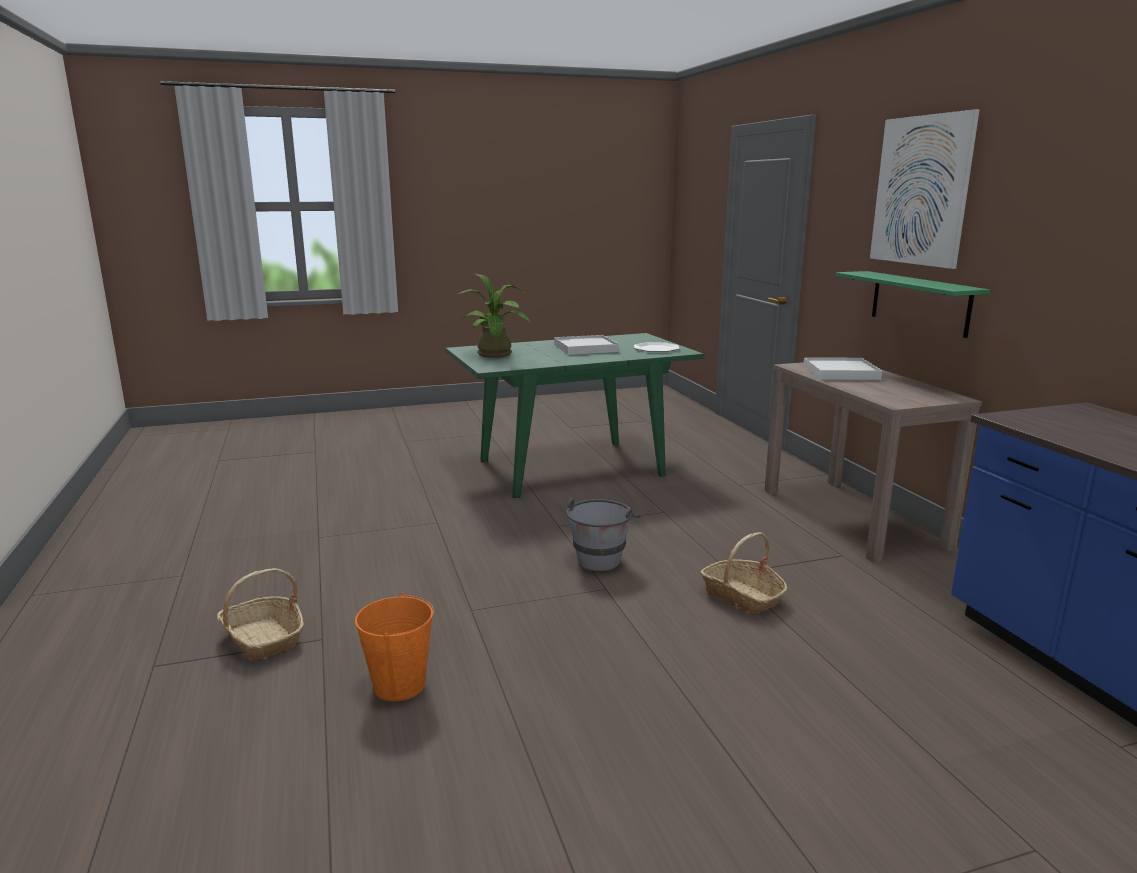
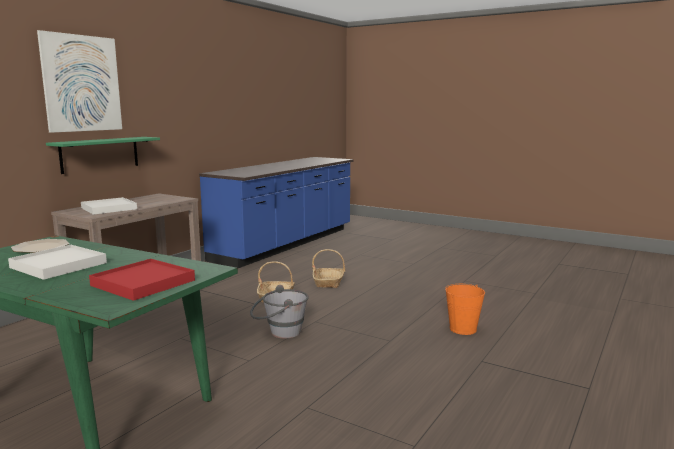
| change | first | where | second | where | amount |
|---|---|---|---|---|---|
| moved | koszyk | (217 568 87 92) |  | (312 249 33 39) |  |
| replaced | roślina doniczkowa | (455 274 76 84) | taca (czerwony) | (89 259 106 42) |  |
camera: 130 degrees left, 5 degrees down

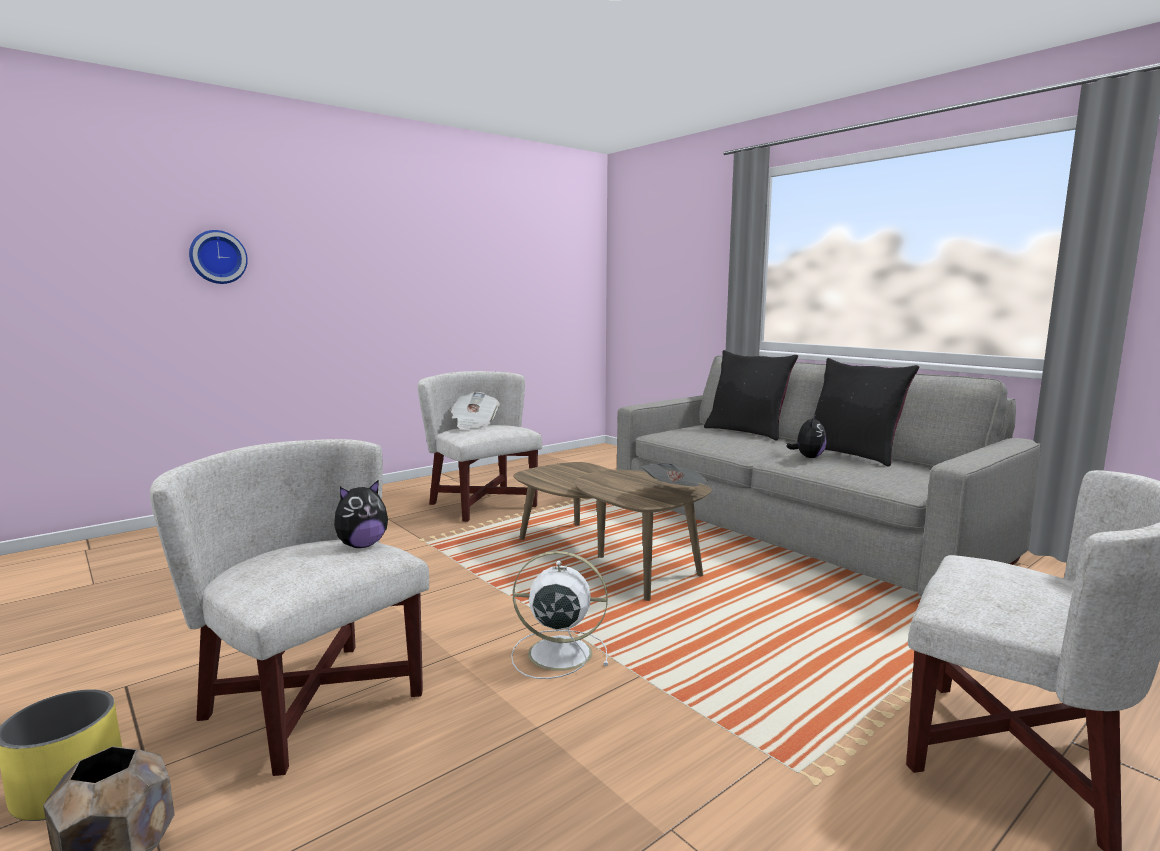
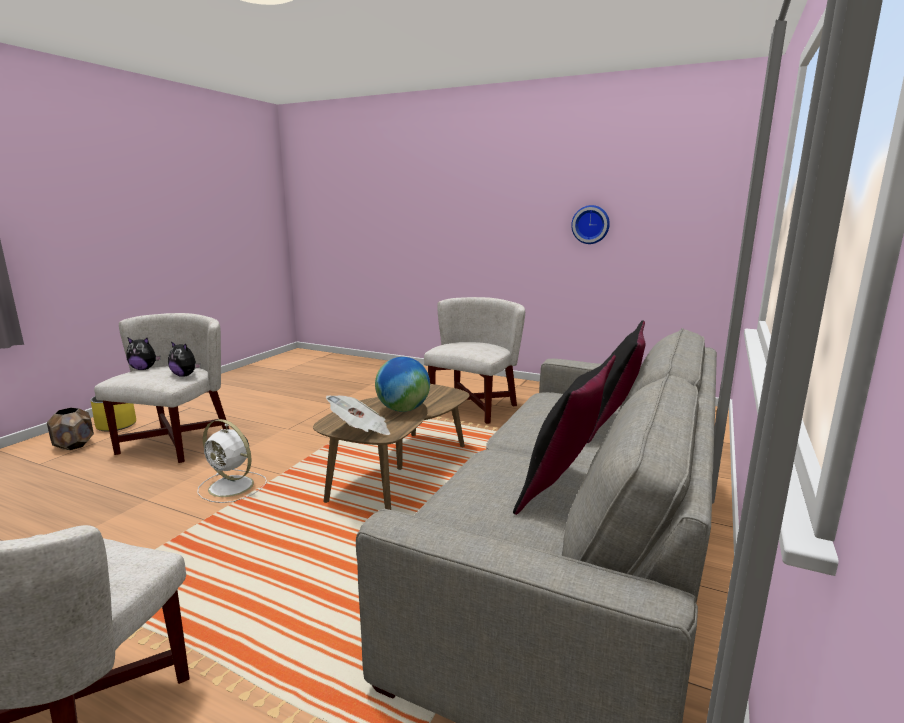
| change | first | where | second | where | amount |
|---|---|---|---|---|---|
| removed | gazeta | (451 392 49 37) |  |  |  |
| added |  |  | globus | (375 357 55 55) |  |
| moved | zegar ścienny | (189 230 59 54) |  | (571 205 39 39) |  |
| moved | pluszak | (786 415 41 43) |  | (126 337 35 33) |  |
| turned | wentylator (biały) | (511 551 97 128) |  | (197 419 70 84) | 135 degrees clockwise |
camera: 65 degrees right, 5 degrees up

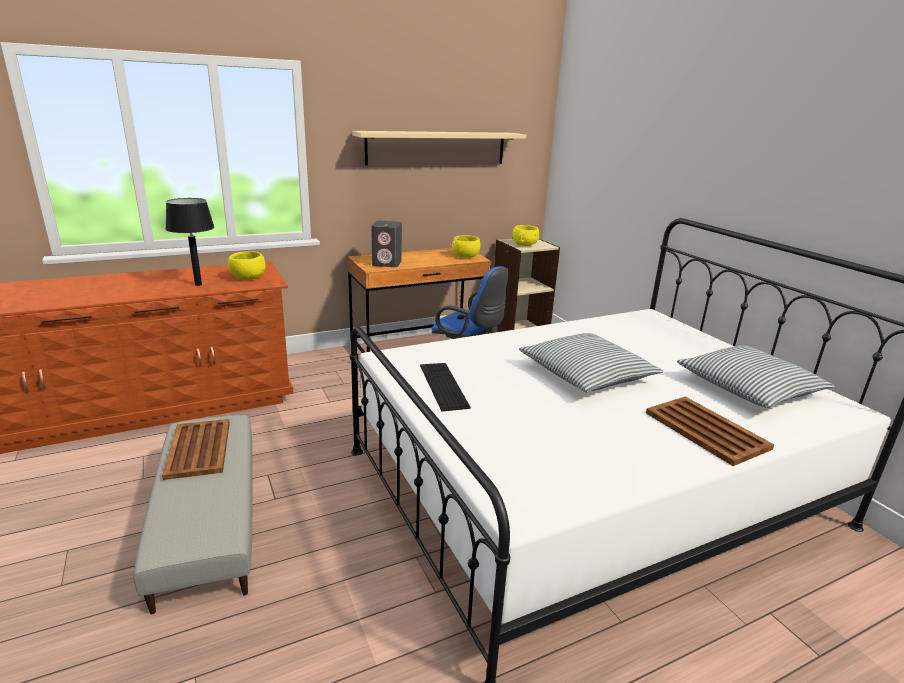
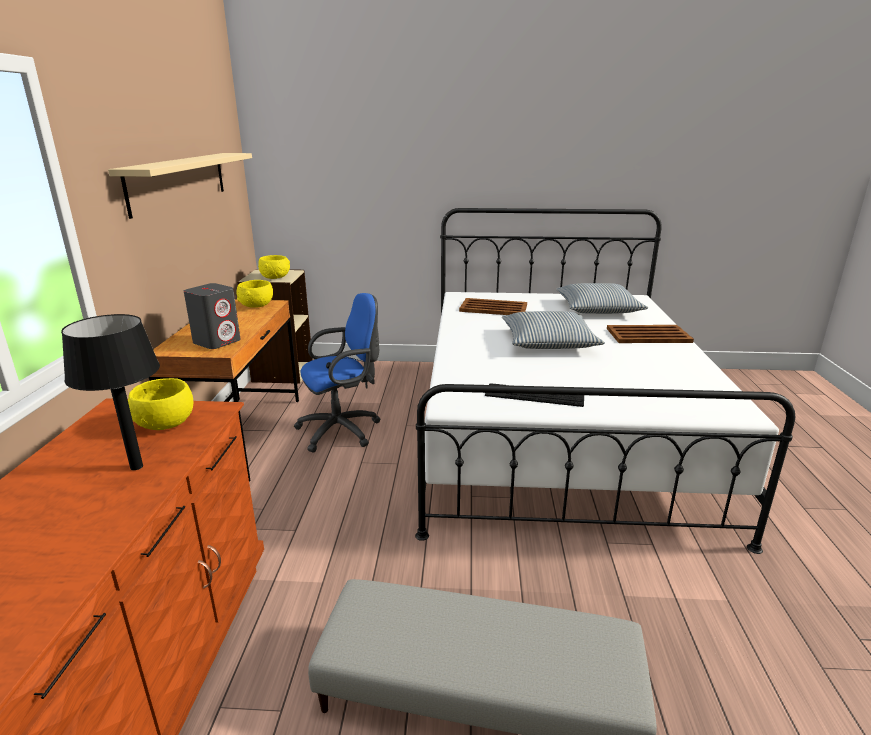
| change | first | where | second | where | amount |
|---|---|---|---|---|---|
| moved | taca (brązowy) | (162 419 68 61) |  | (459 298 68 17) |  |
camera: 60 degrees left, 0 degrees up

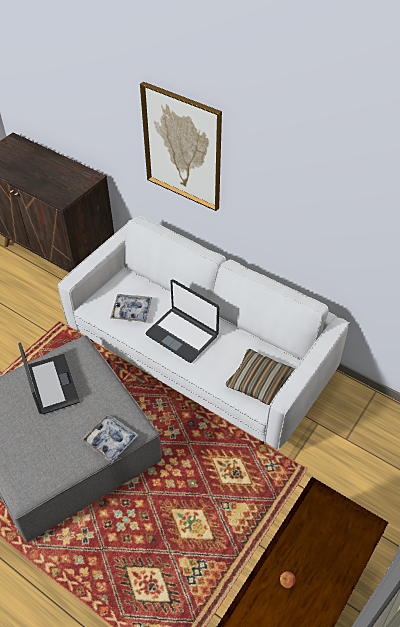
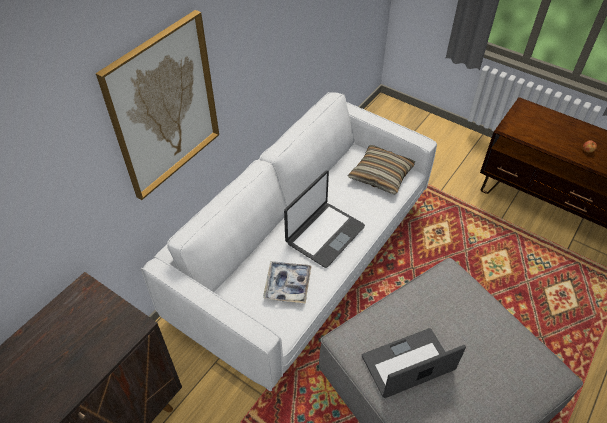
| change | first | where | second | where | amount |
|---|---|---|---|---|---|
| removed | taca | (81 414 57 49) |  |  |  |
camera: 90 degrees left, 0 degrees up

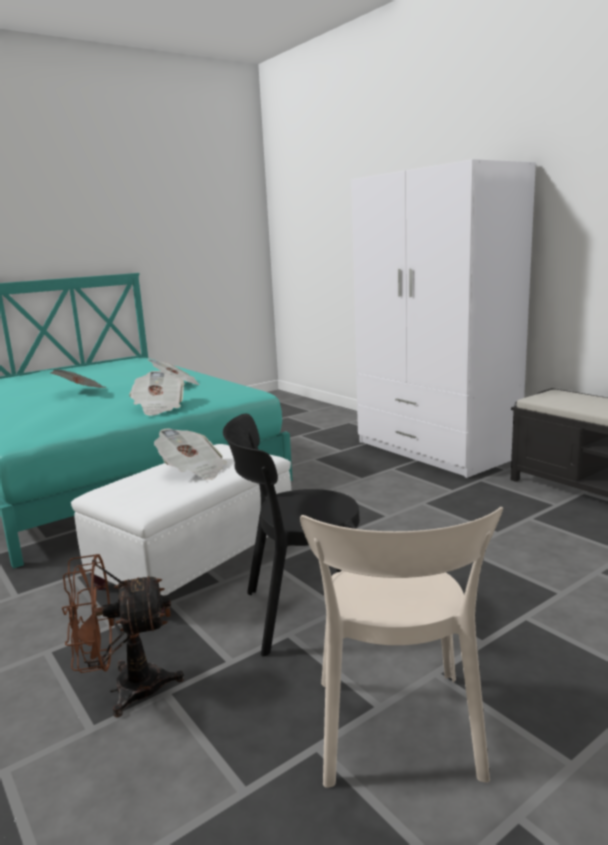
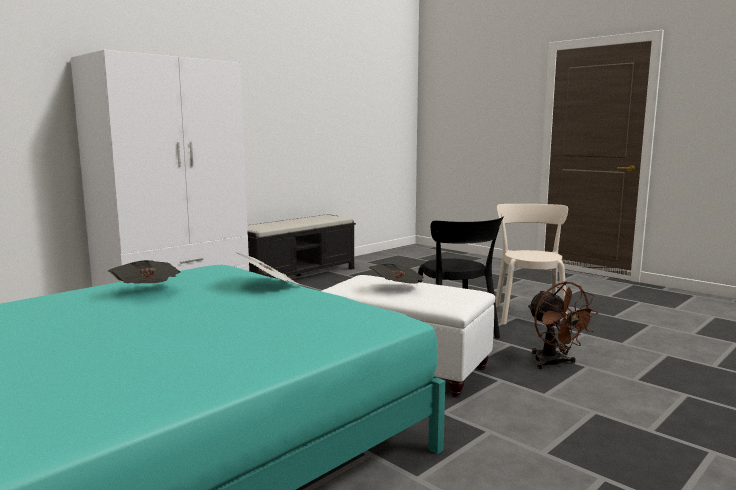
| change | first | where | second | where | amount |
|---|---|---|---|---|---|
| removed | gazeta | (50 370 56 18) |  |  |  |
| turned | krzesło (beżowy) | (300 507 203 281) |  | (495 204 73 121) | 75 degrees counterclockwise |
camera: 100 degrees left, 5 degrees down

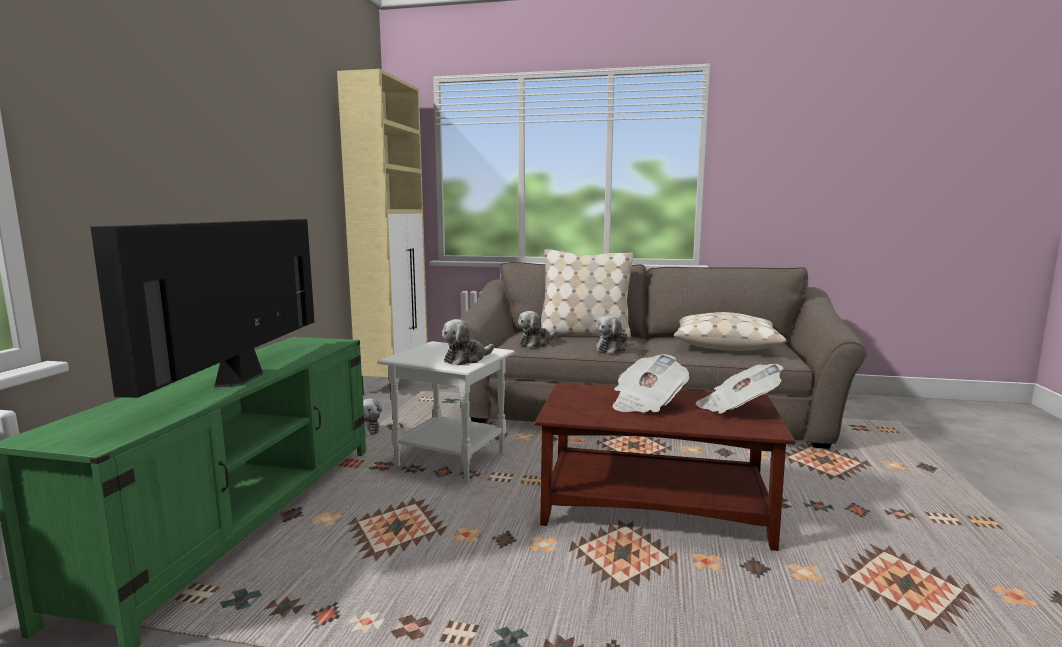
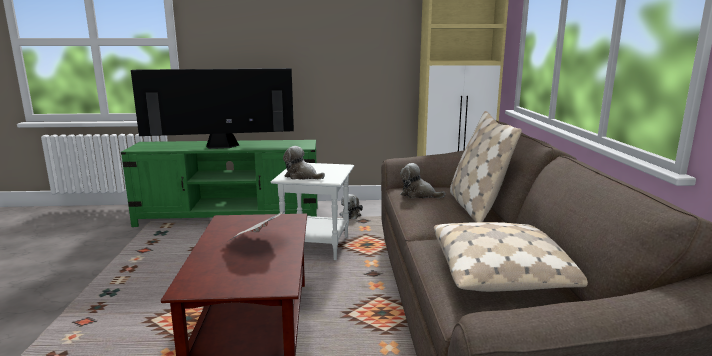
| change | first | where | second | where | amount |
|---|---|---|---|---|---|
| removed | pluszak | (596 315 32 38) |  |  |  |
| removed | gazeta | (696 364 88 50) |  |  |  |
camera: 75 degrees right, 5 degrees up

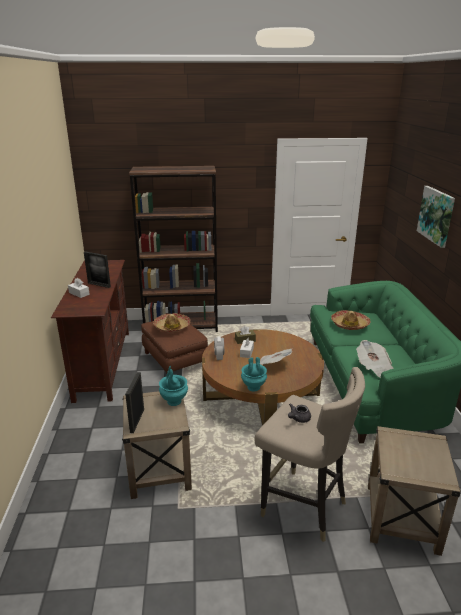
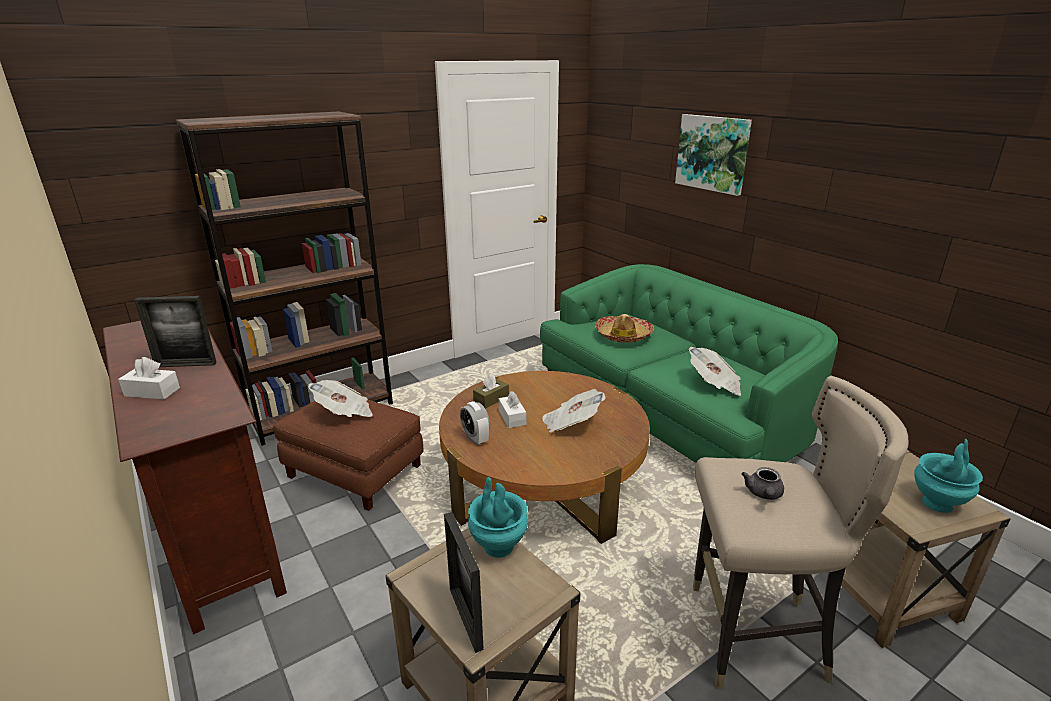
| change | first | where | second | where | amount |
|---|---|---|---|---|---|
| moved | wazon (turkusowy) | (241 357 26 34) |  | (914 439 69 74) |  |
| replaced | kapelusz | (153 313 38 19) | gazeta | (308 380 65 37) |  |
camera: 30 degrees left, 0 degrees up

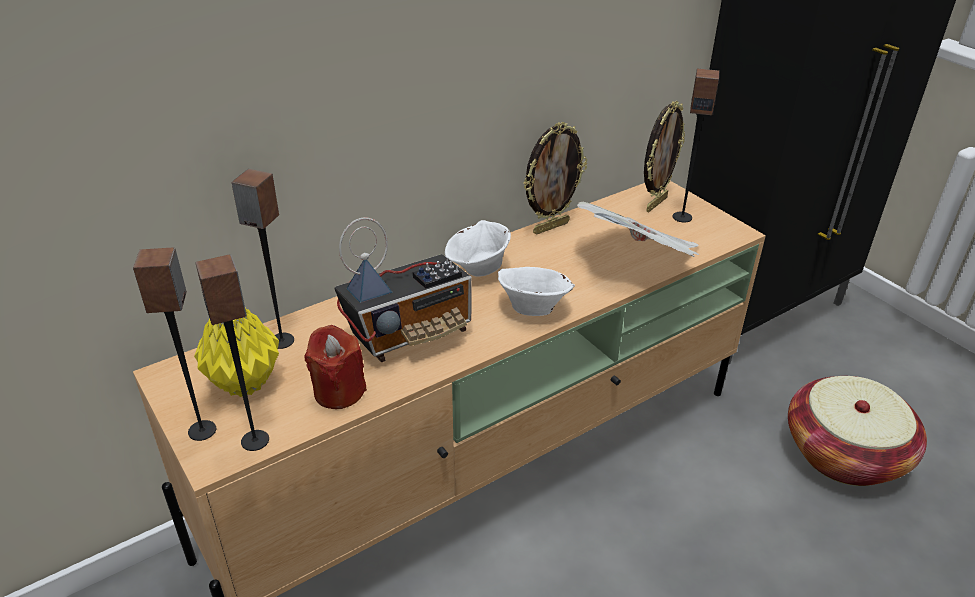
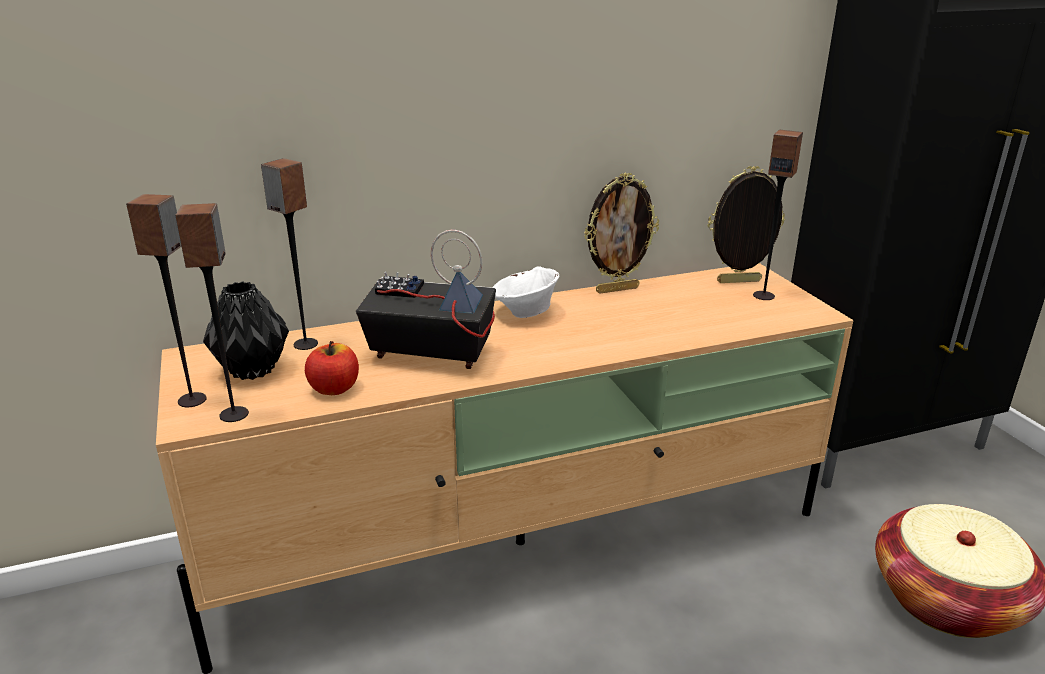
| change | first | where | second | where | amount |
|---|---|---|---|---|---|
| removed | miska (biały) | (498 267 77 49) |  |  |  |
| removed | gazeta | (577 202 122 55) |  |  |  |
| replaced | świeca (czerwony) | (304 325 63 84) | jabłko | (305 341 54 54) |  |
| recoloured | wazon (żółty) | (194 308 85 89) | wazon (czarny) | (203 281 86 99) |  |
| turned | radio | (334 217 138 145) |  | (356 230 140 139) | 150 degrees counterclockwise |
| turned | ramka na zdjęcie | (644 101 41 111) |  | (708 166 77 117) | 150 degrees counterclockwise |
camera: 15 degrees right, 10 degrees down

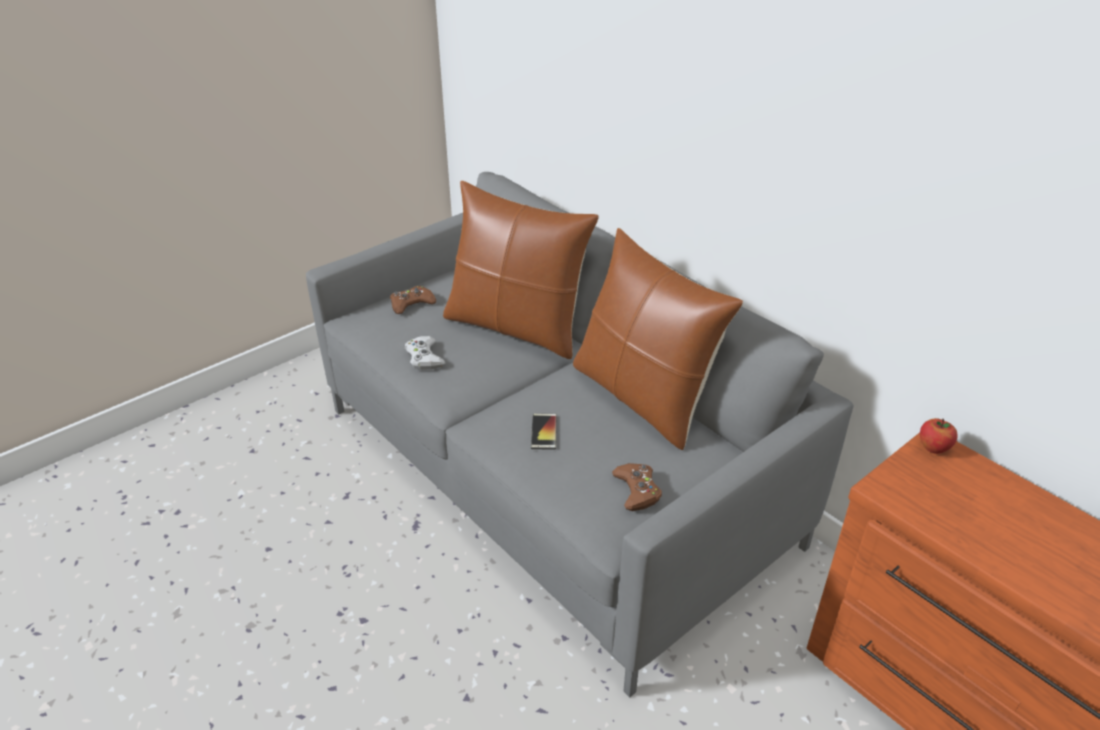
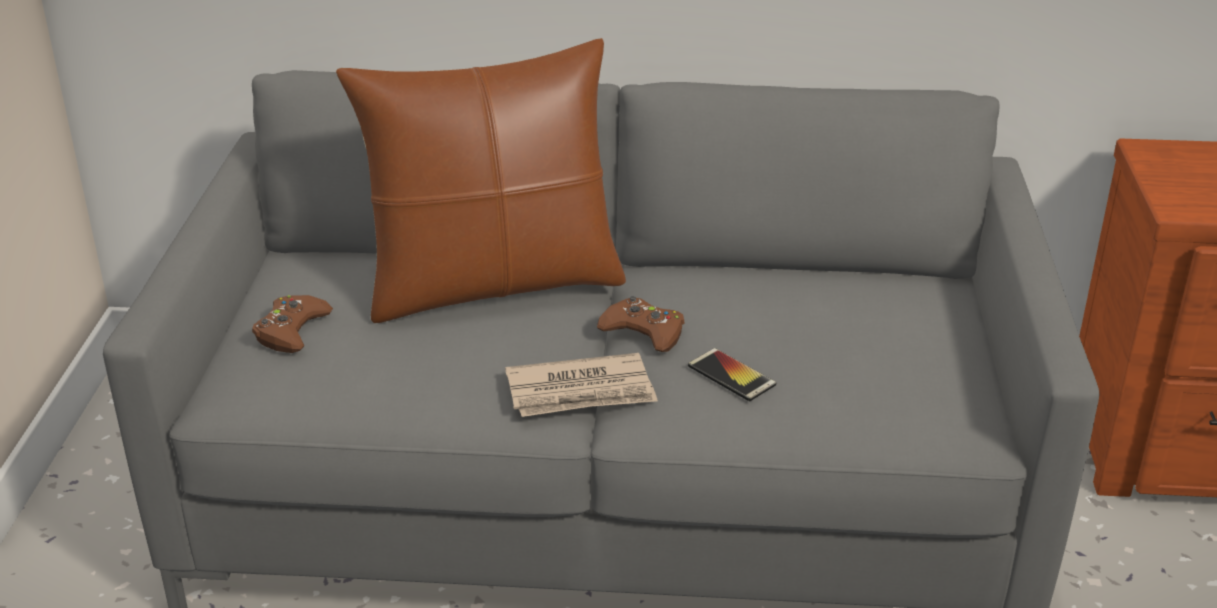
| change | first | where | second | where | amount |
|---|---|---|---|---|---|
| removed | pad do gier (biały) | (405 336 40 34) |  |  |  |
| removed | poduszka (brązowy) | (573 228 170 222) |  |  |  |
| removed | jabłko | (920 418 38 36) |  |  |  |
| added |  |  | gazeta | (505 353 153 64) |  |
| moved | pad do gier (brązowy) | (612 463 50 48) |  | (597 296 87 56) |  |
camera: 45 degrees left, 5 degrees down

